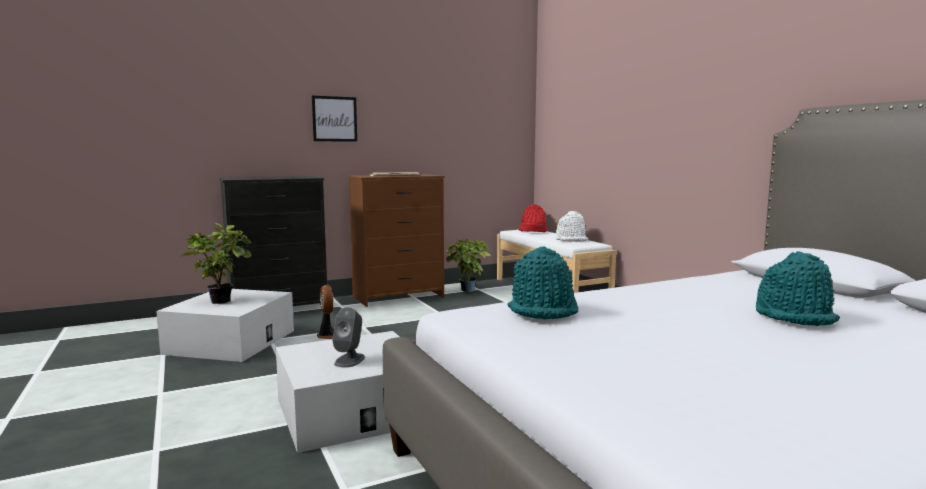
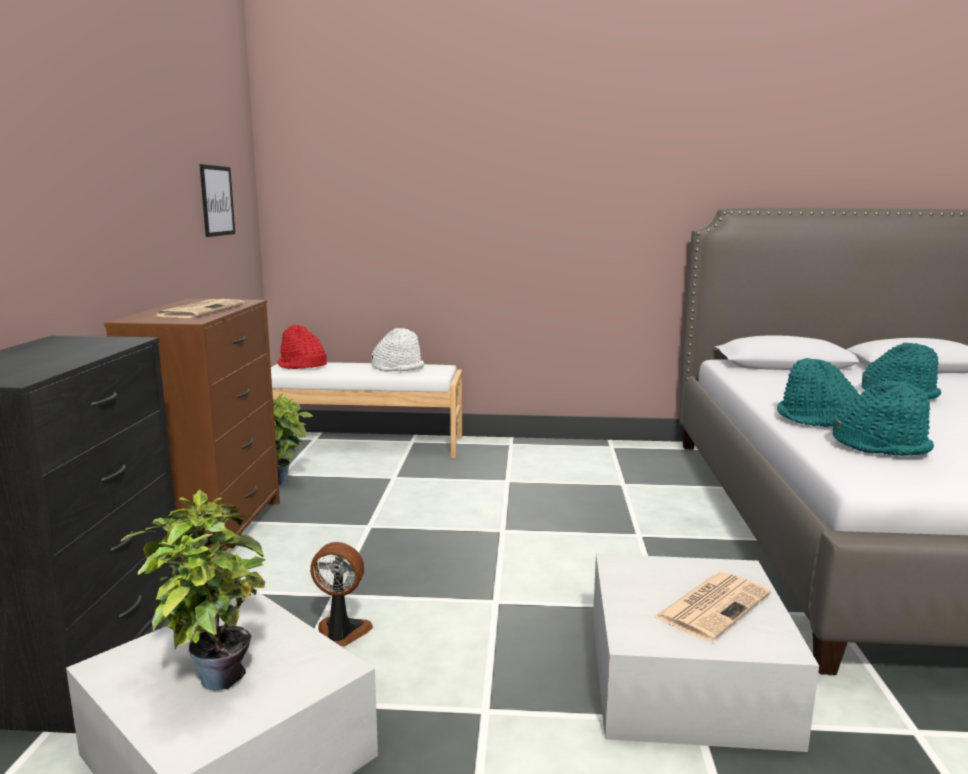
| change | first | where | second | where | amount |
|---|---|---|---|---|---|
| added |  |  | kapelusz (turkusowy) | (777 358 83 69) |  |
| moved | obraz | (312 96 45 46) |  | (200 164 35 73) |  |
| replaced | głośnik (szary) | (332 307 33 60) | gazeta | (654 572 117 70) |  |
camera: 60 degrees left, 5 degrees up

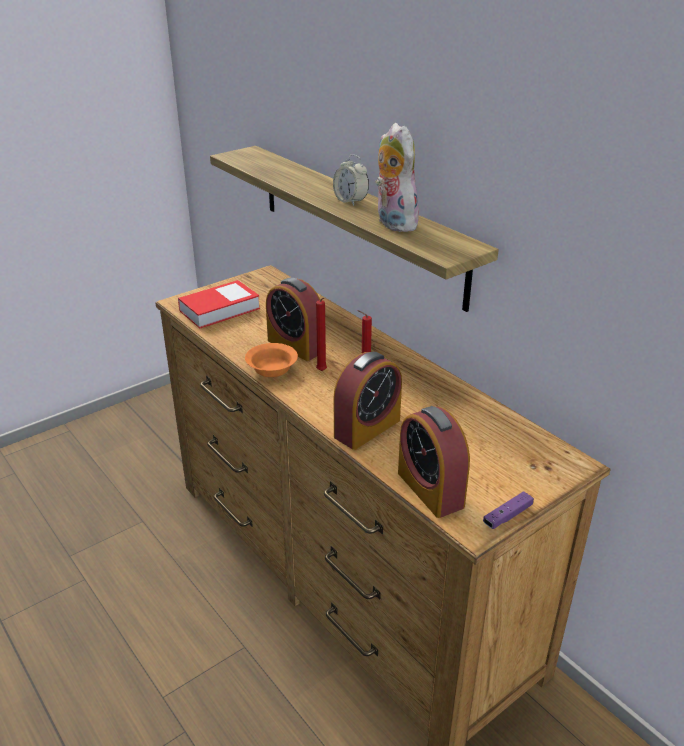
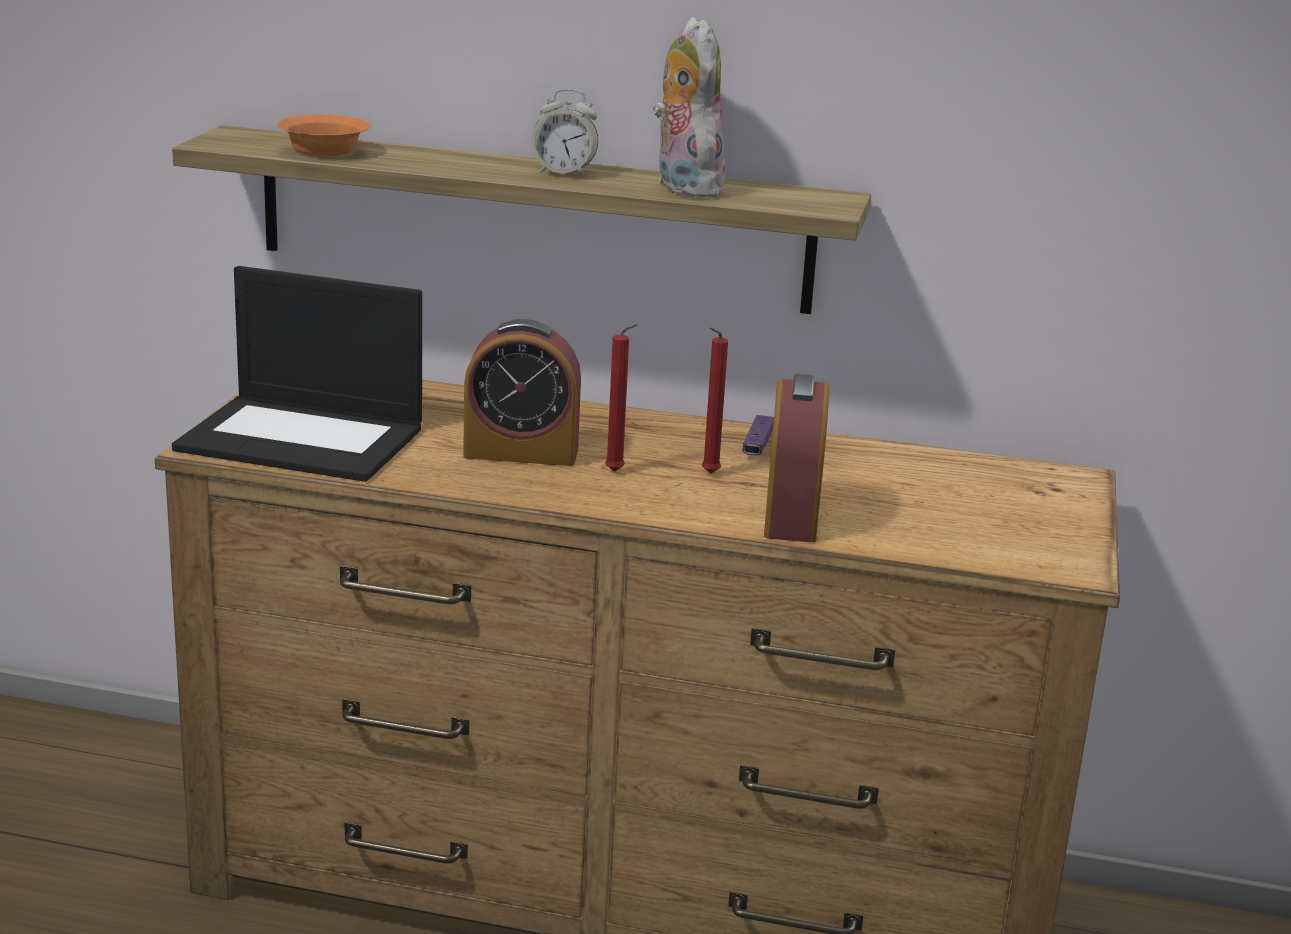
| change | first | where | second | where | amount |
|---|---|---|---|---|---|
| removed | budzik | (398 406 72 112) |  |  |  |
| moved | miska (pomarańczowy) | (245 343 53 34) |  | (277 114 93 42) |  |
| moved | pad do gier (fioletowy) | (483 491 51 38) |  | (742 415 32 40) |  |
| replaced | książka | (178 280 82 48) | laptop | (172 266 250 216) |  |
| turned | pluszak | (375 123 44 109) |  | (653 17 75 181) | 45 degrees clockwise |
camera: 40 degrees left, 10 degrees down

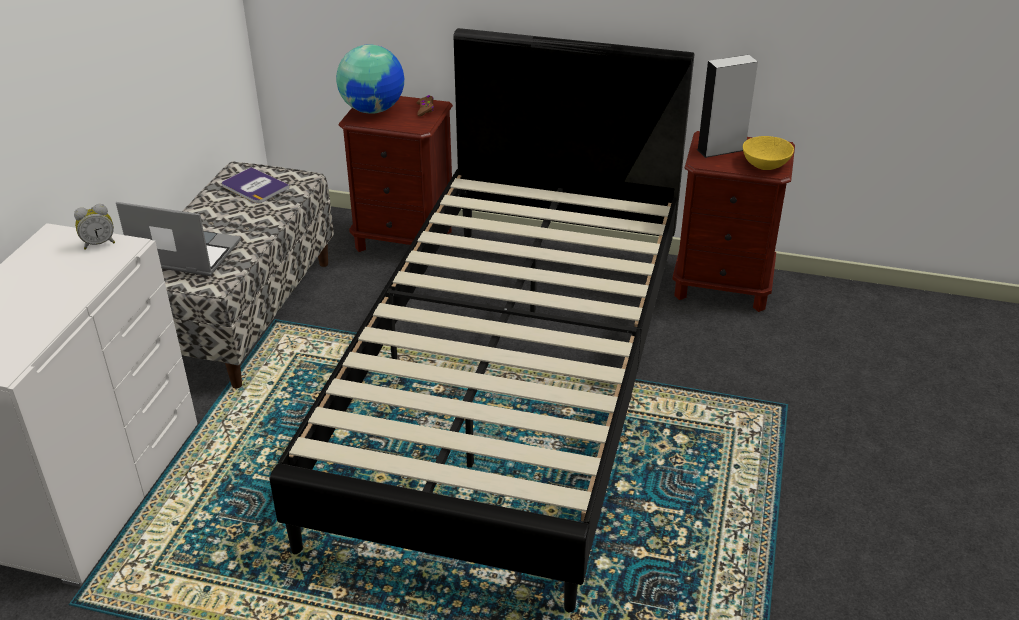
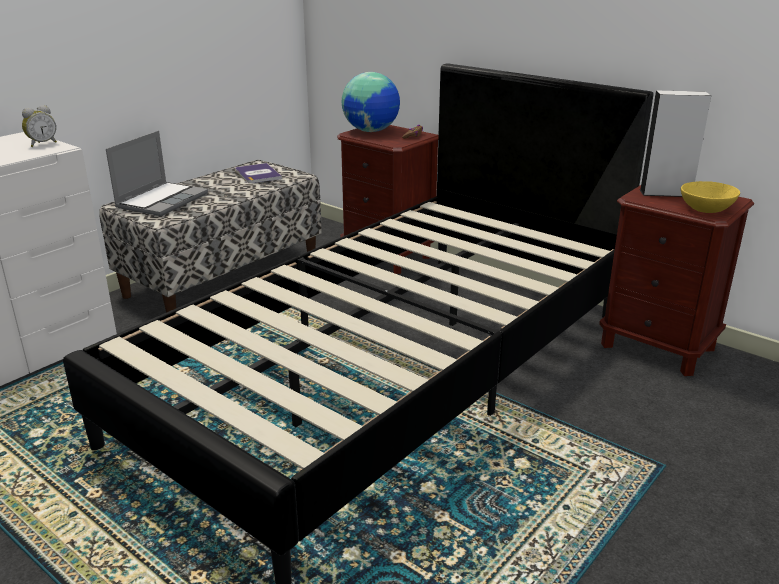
| change | first | where | second | where | amount |
|---|---|---|---|---|---|
| turned | budzik | (74 204 41 46) |  | (22 105 35 42) | 45 degrees counterclockwise |
| turned | laptop | (116 202 125 74) |  | (106 131 102 85) | 75 degrees clockwise |
camera: 25 degrees right, 10 degrees down

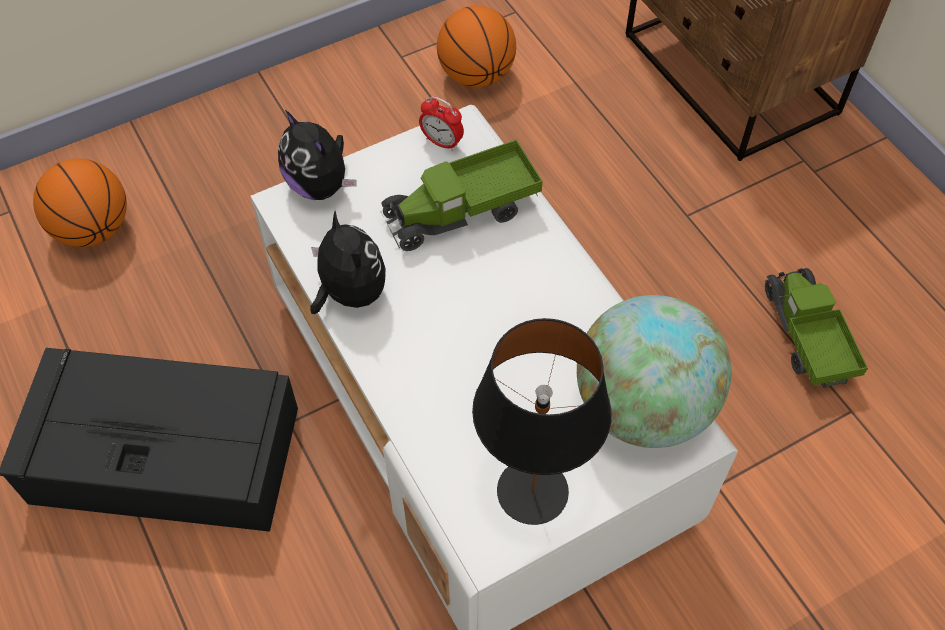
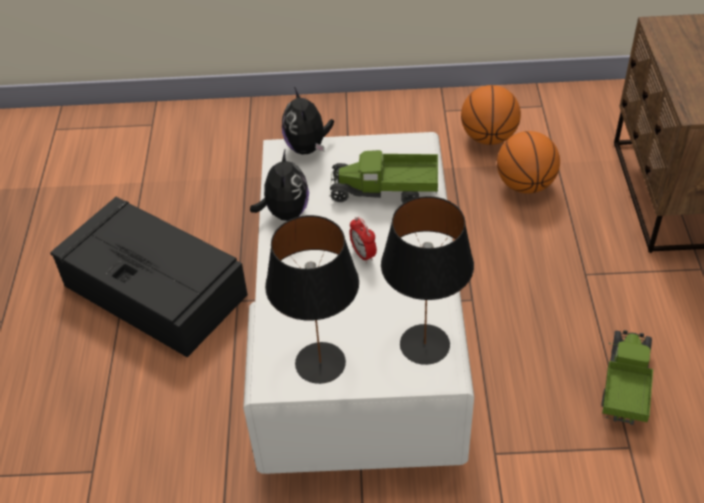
| change | first | where | second | where | amount |
|---|---|---|---|---|---|
| moved | piłka do koszykówki | (33 159 94 88) |  | (497 131 63 63) |  |
| moved | budzik | (419 96 45 55) |  | (349 217 28 46) |  |
| replaced | globus | (577 295 154 153) | lampa stołowa (czarny) | (381 196 93 169) |  |
camera: 30 degrees right, 10 degrees down

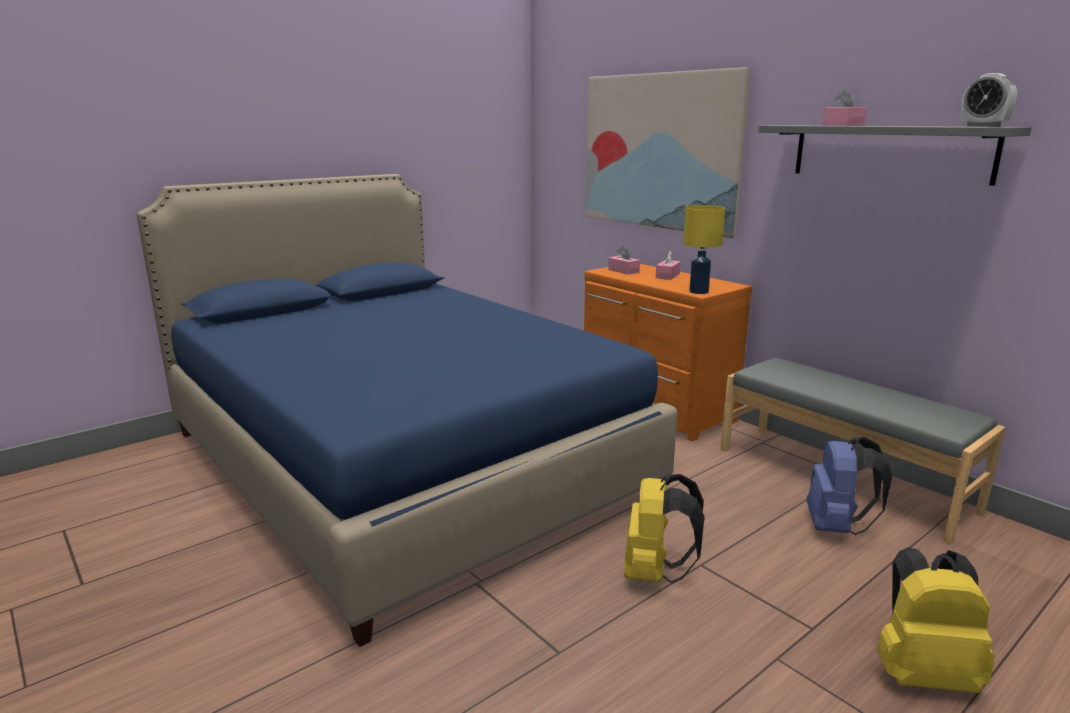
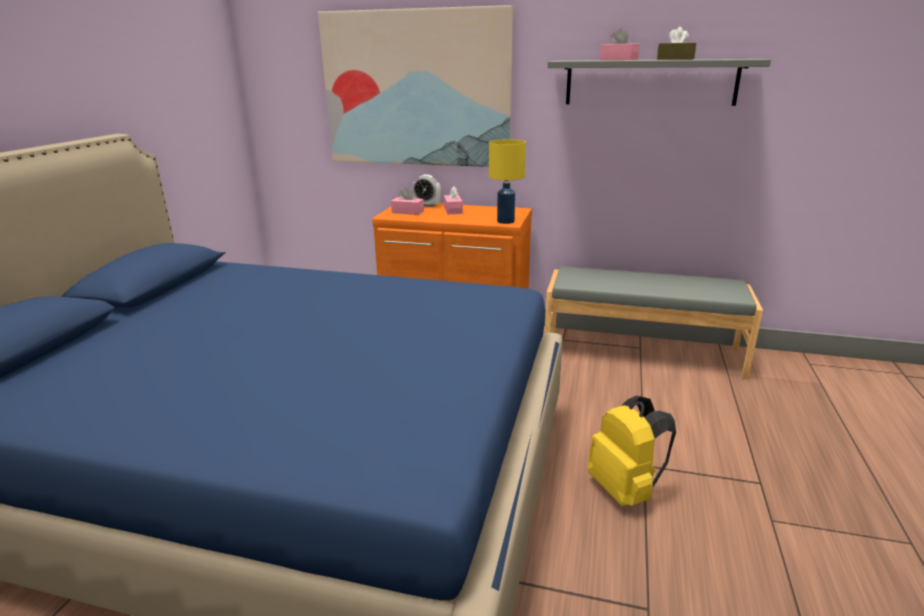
| change | first | where | second | where | amount |
|---|---|---|---|---|---|
| removed | plecak (niebieski) | (806 437 87 98) |  |  |  |
| removed | plecak (żółty) | (877 547 117 146) |  |  |  |
| added |  |  | pudełko chusteczek (brązowy) | (657 27 39 33) |  |
| moved | budzik | (961 73 56 54) |  | (412 175 29 32) |  |
camera: 35 degrees left, 5 degrees up

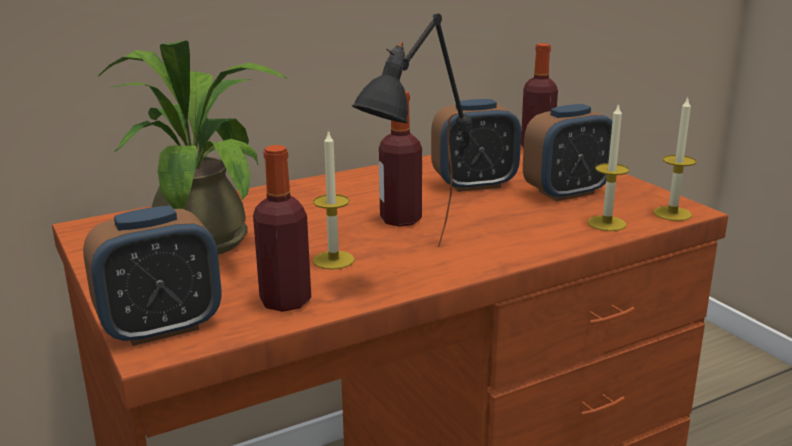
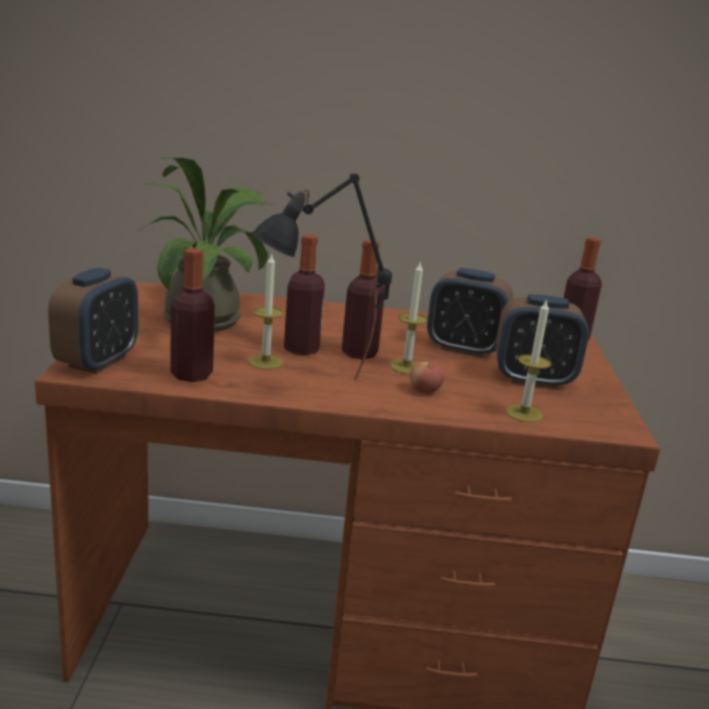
| change | first | where | second | where | amount |
|---|---|---|---|---|---|
| added |  |  | butelka | (284 234 41 121) |  |
| added |  |  | jabłko | (410 360 34 33) |  |
| moved | świeca | (654 97 42 124) |  | (390 262 38 112) |  |
| turned | budzik | (83 206 138 140) |  | (48 268 90 106) | 75 degrees counterclockwise |
camera: 30 degrees right, 0 degrees up

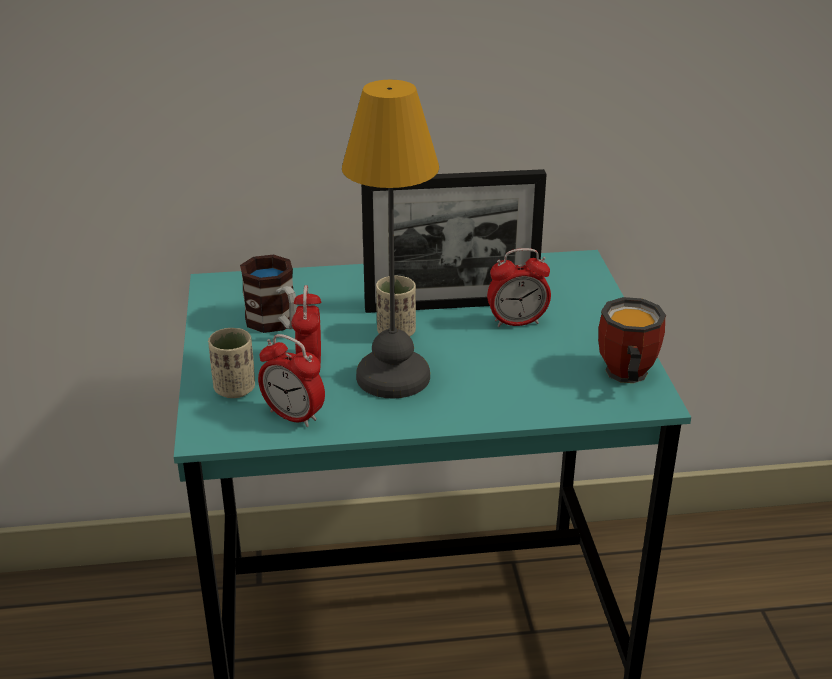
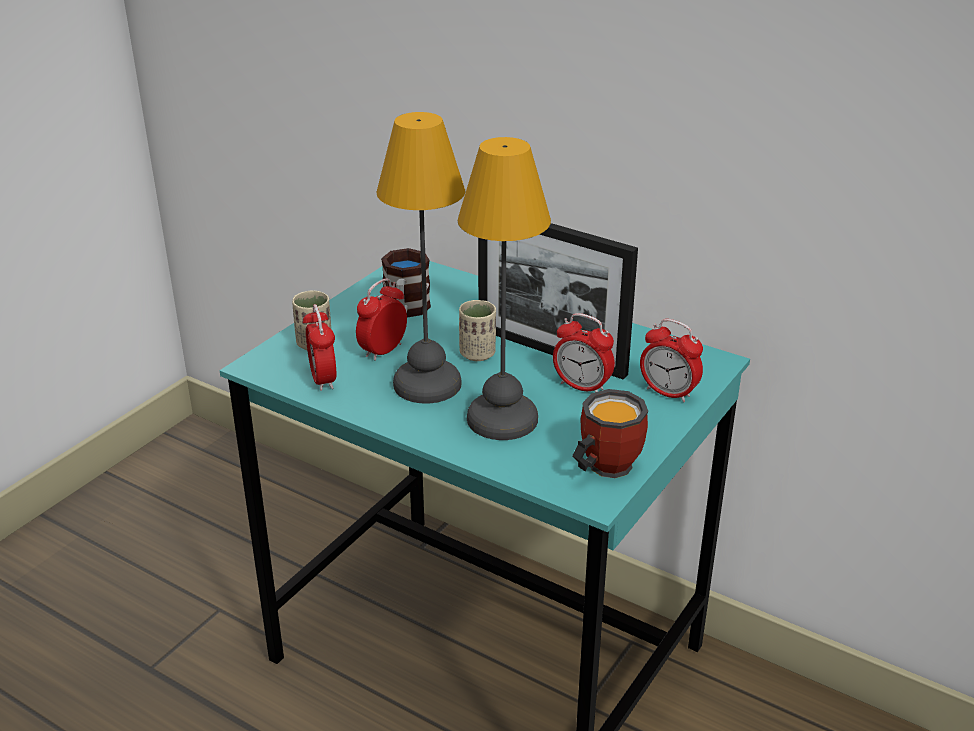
| change | first | where | second | where | amount |
|---|---|---|---|---|---|
| added |  |  | lampa stołowa | (458 137 93 303) |  |
| added |  |  | budzik | (640 319 63 83) |  |
camera: 40 degrees right, 0 degrees up

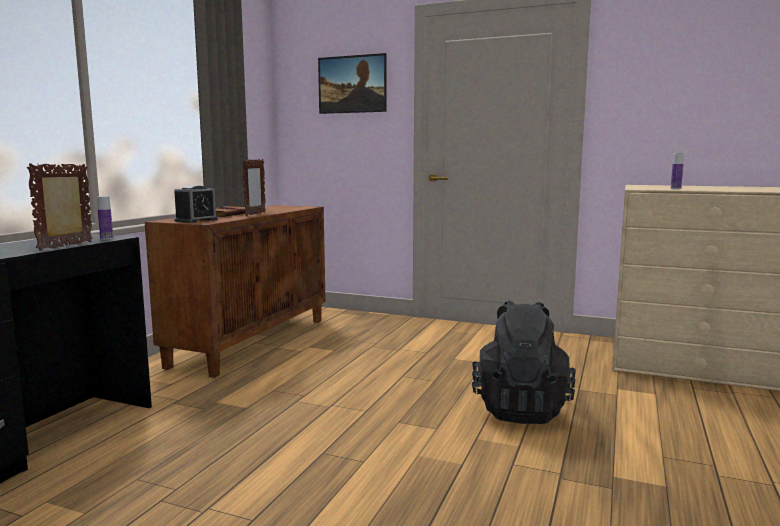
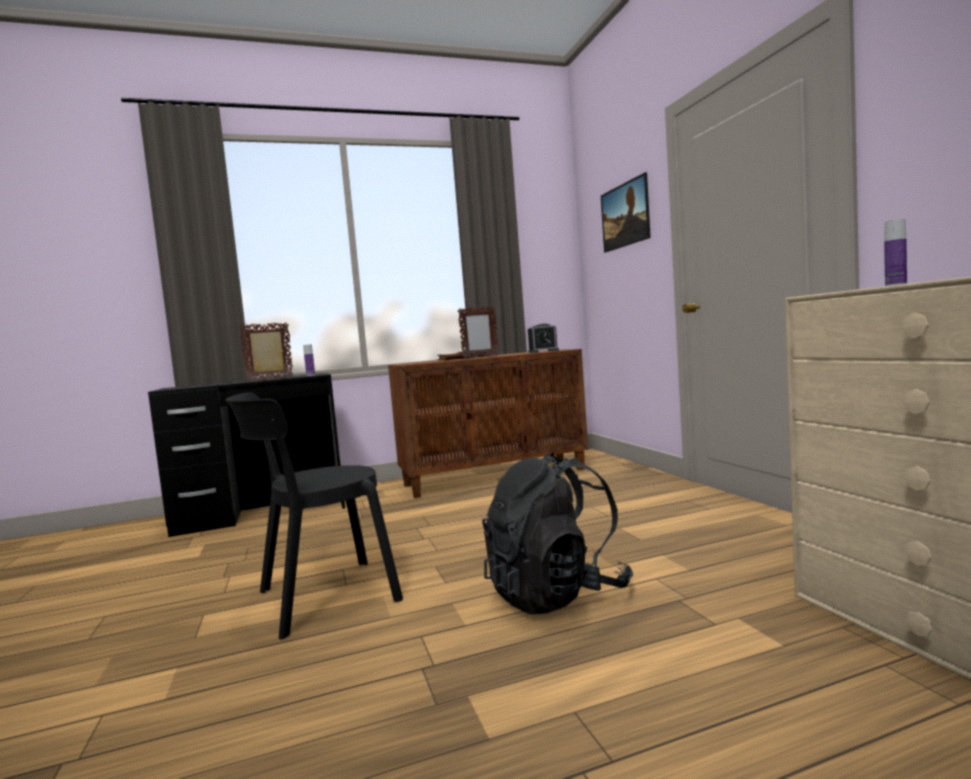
| change | first | where | second | where | amount |
|---|---|---|---|---|---|
| added |  |  | krzesło (czarny) | (225 392 178 247) |  |
| moved | budzik | (174 185 44 38) |  | (528 324 31 29) |  |
camera: 50 degrees right, 5 degrees down

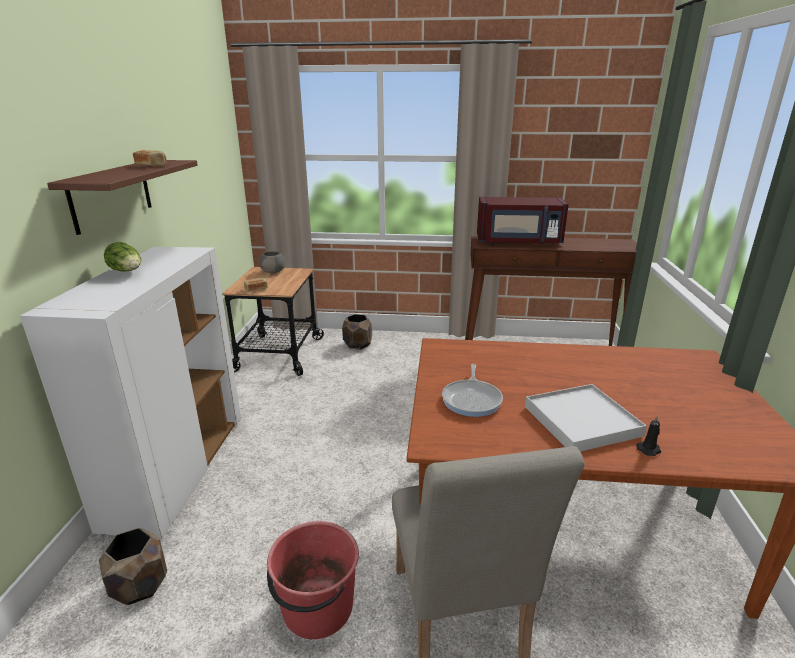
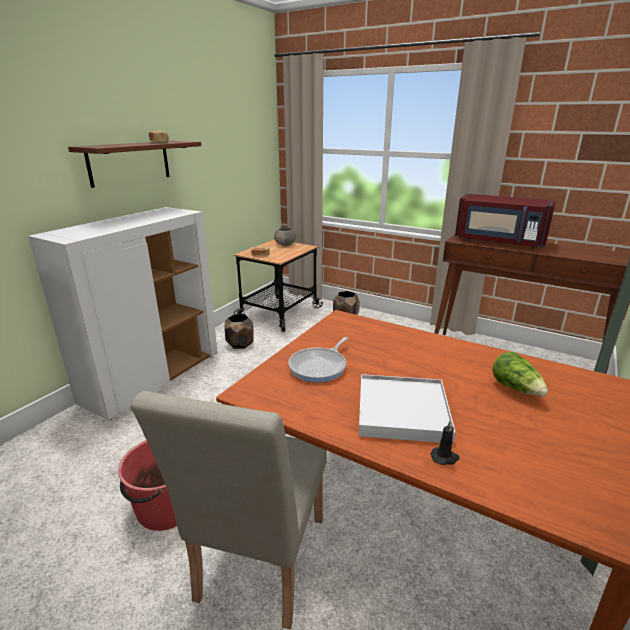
| change | first | where | second | where | amount |
|---|---|---|---|---|---|
| moved | donica (brązowy) | (99 528 68 77) |  | (225 314 29 35) |  |
| moved | sałata | (104 242 37 29) |  | (492 352 56 44) |  |
camera: 25 degrees right, 0 degrees up

